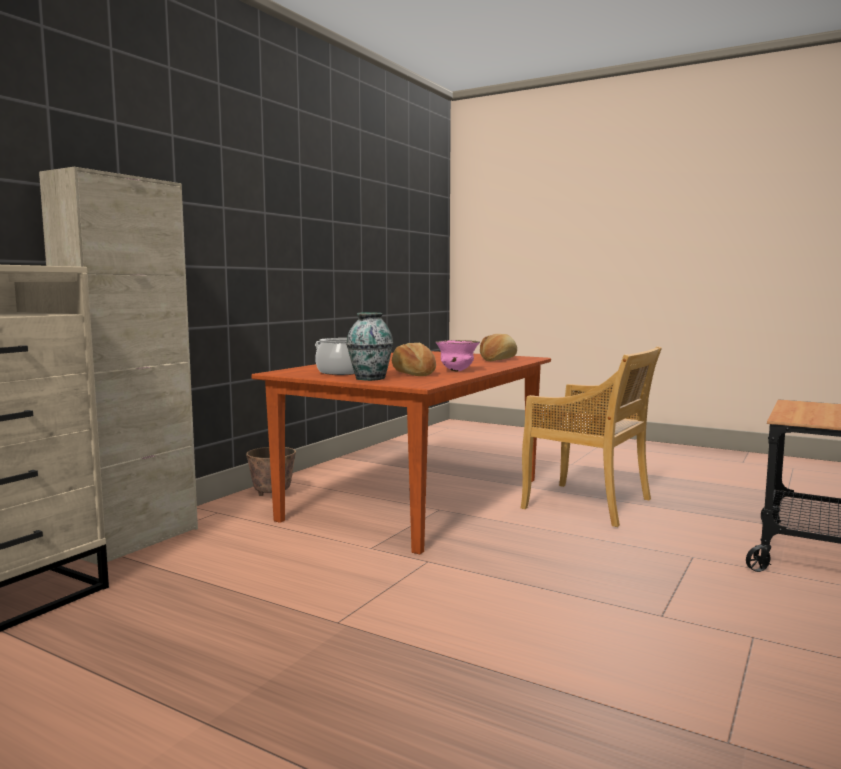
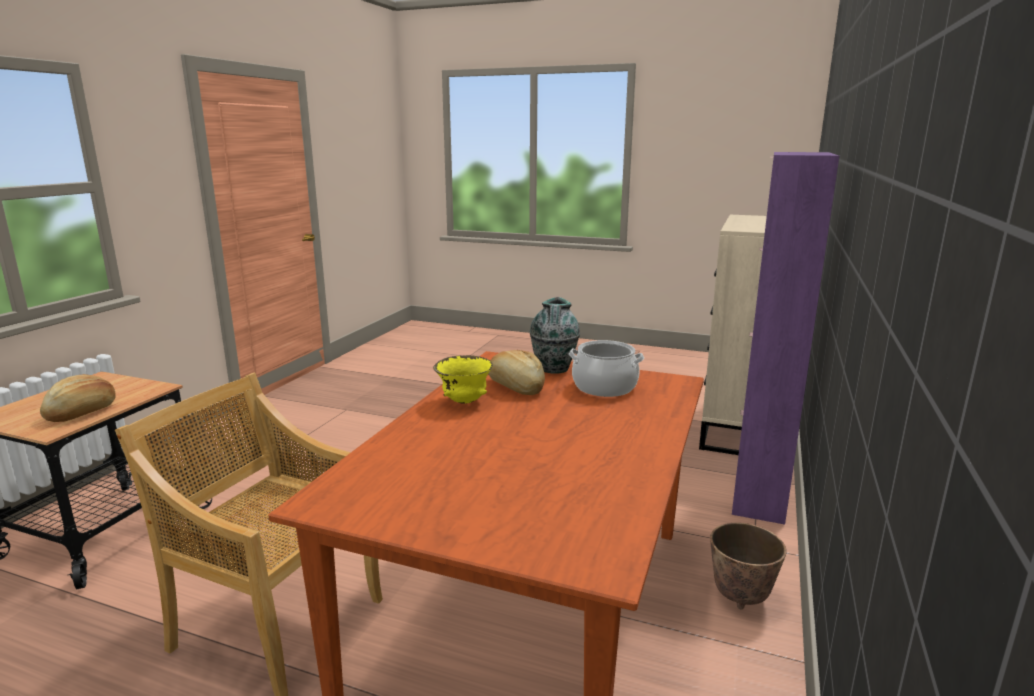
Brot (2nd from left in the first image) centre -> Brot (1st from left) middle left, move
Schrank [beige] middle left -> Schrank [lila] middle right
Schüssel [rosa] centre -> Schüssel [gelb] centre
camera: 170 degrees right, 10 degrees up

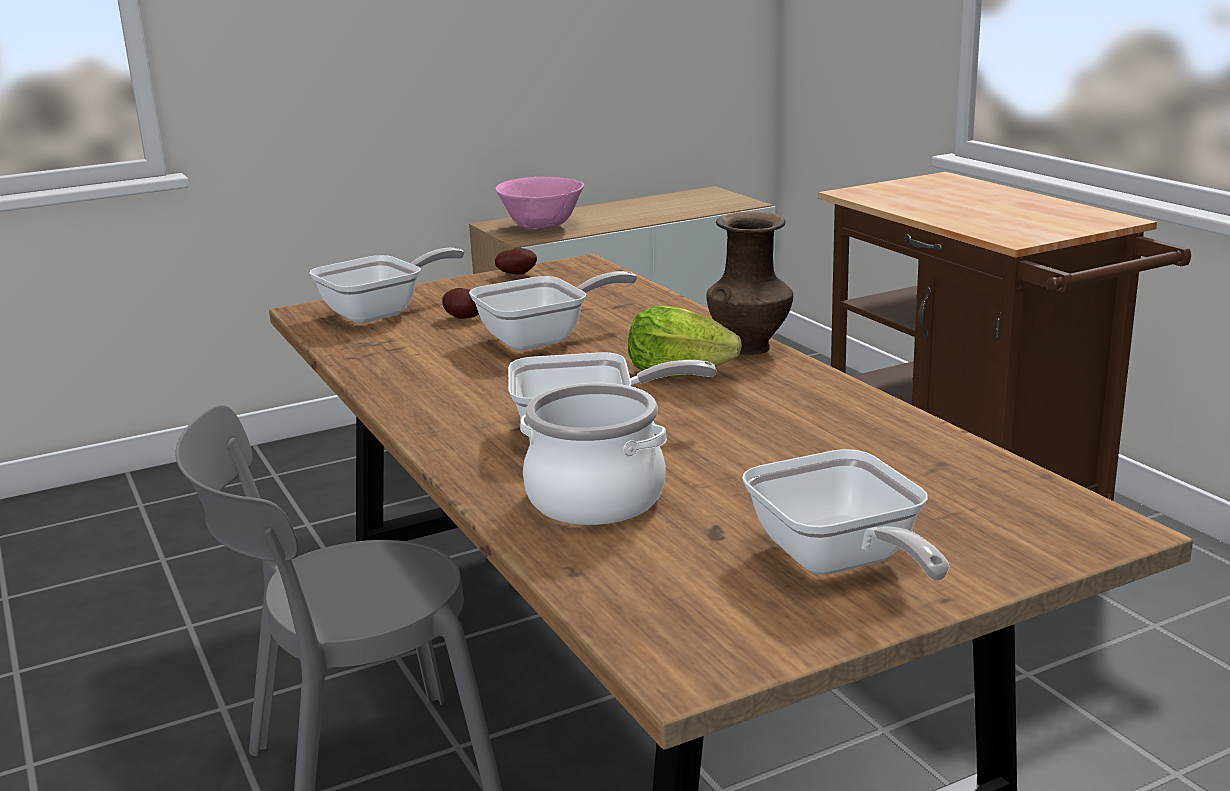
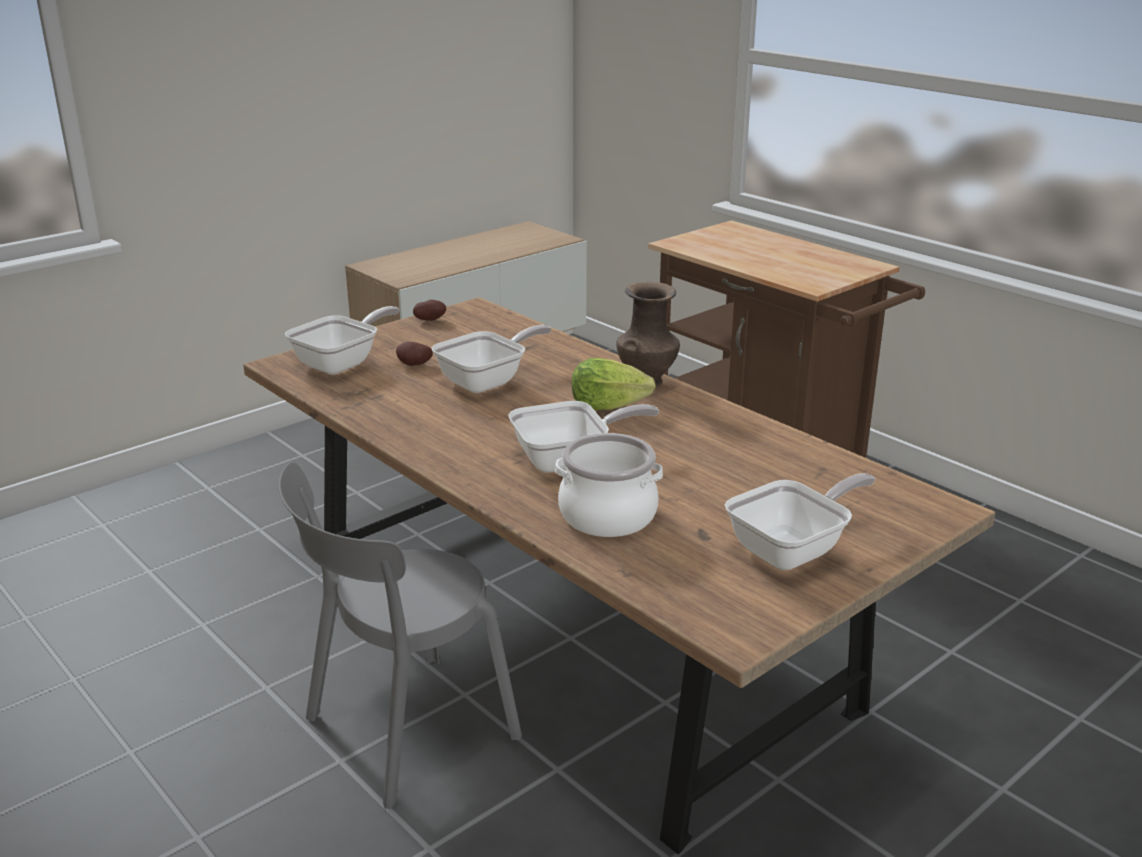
Schüssel [rosa] top centre -> none
Pfanne (4th from left) middle right, 90 degrees counterclockwise
camera: 15 degrees left, 5 degrees up

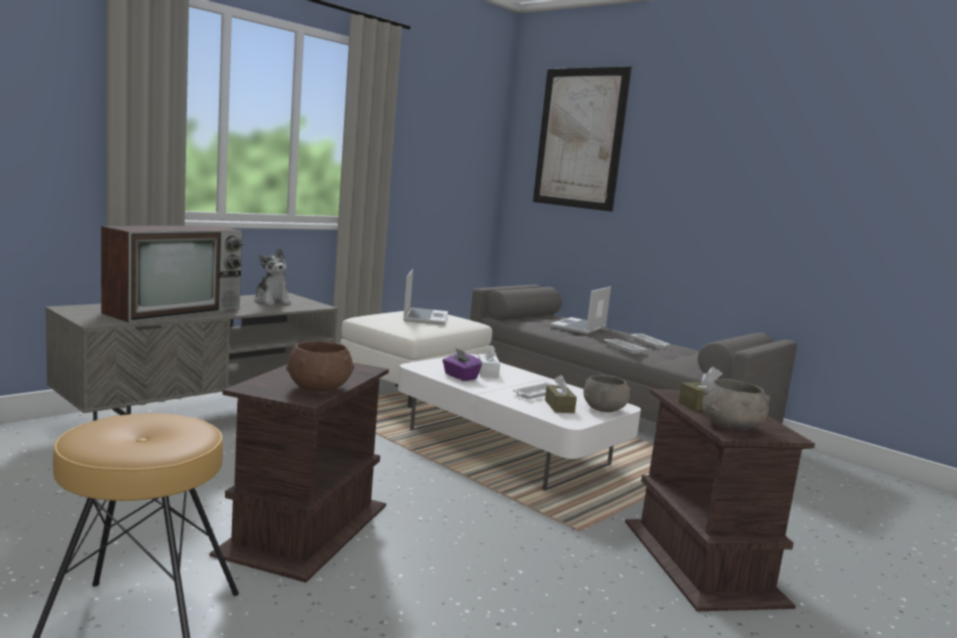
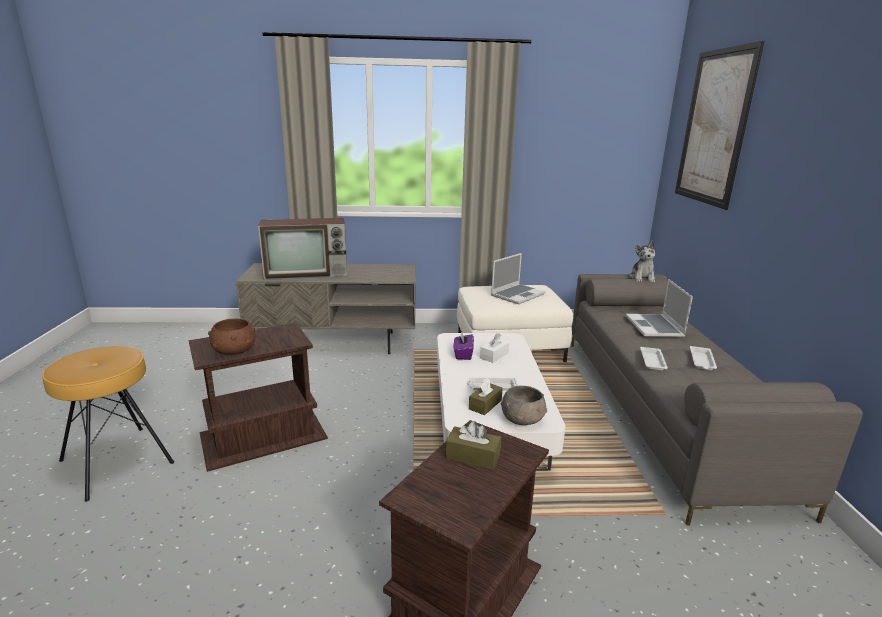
Schüssel [grau] (2nd from left) middle right -> none
Plüschtier middle left -> Plüschtier middle right, move
Laptop (2nd from left) centre -> Laptop (2nd from left) middle right, 75 degrees counterclockwise
camera: 45 degrees right, 10 degrees up

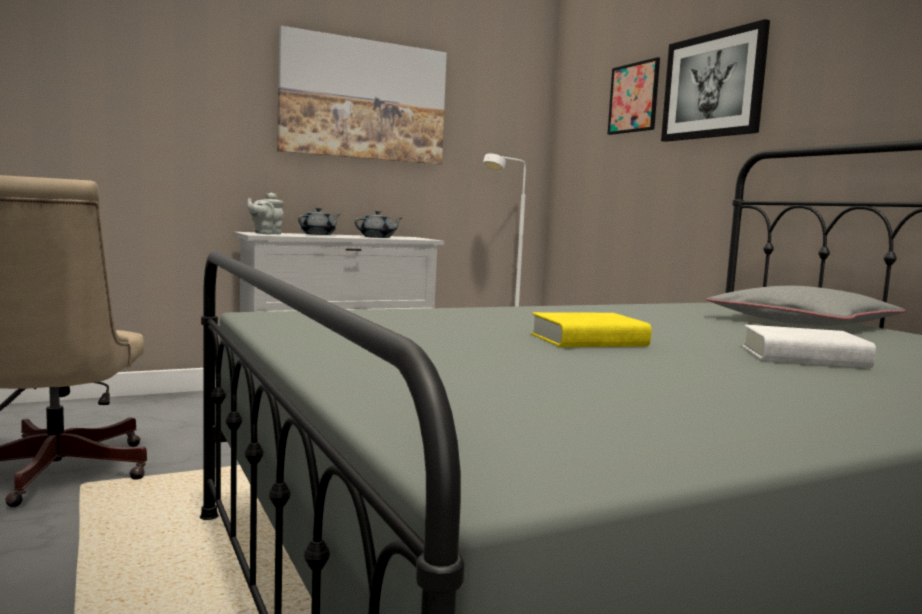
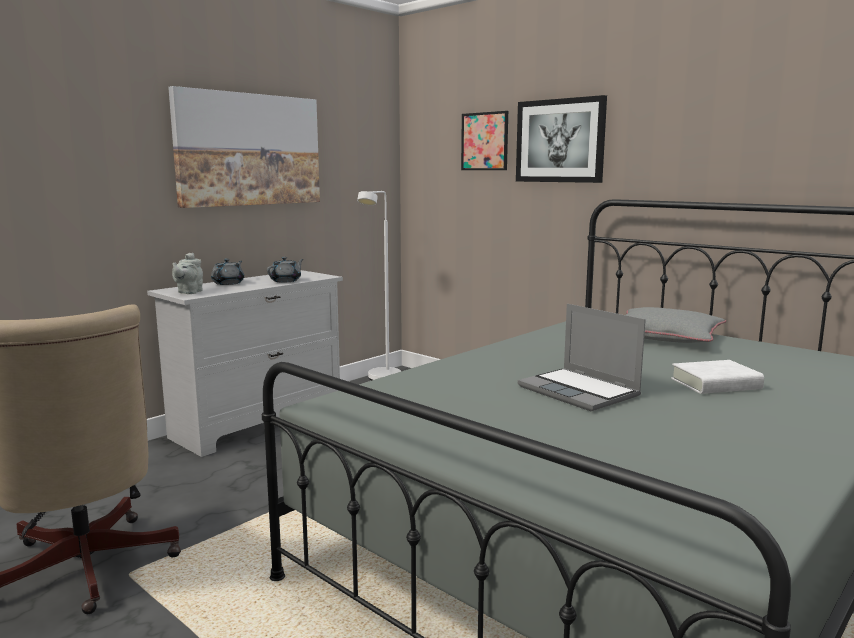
Buch [gelb] centre -> Laptop middle right
camera: 20 degrees left, 5 degrees up

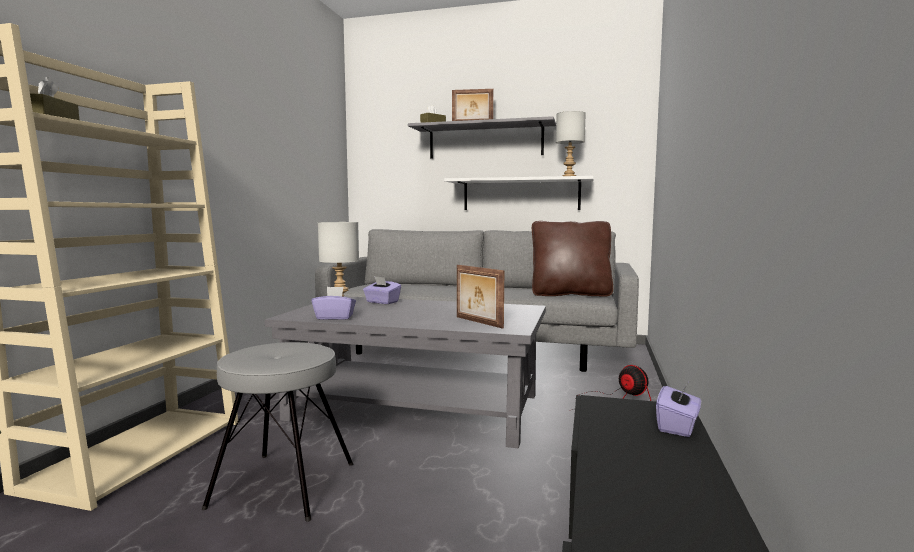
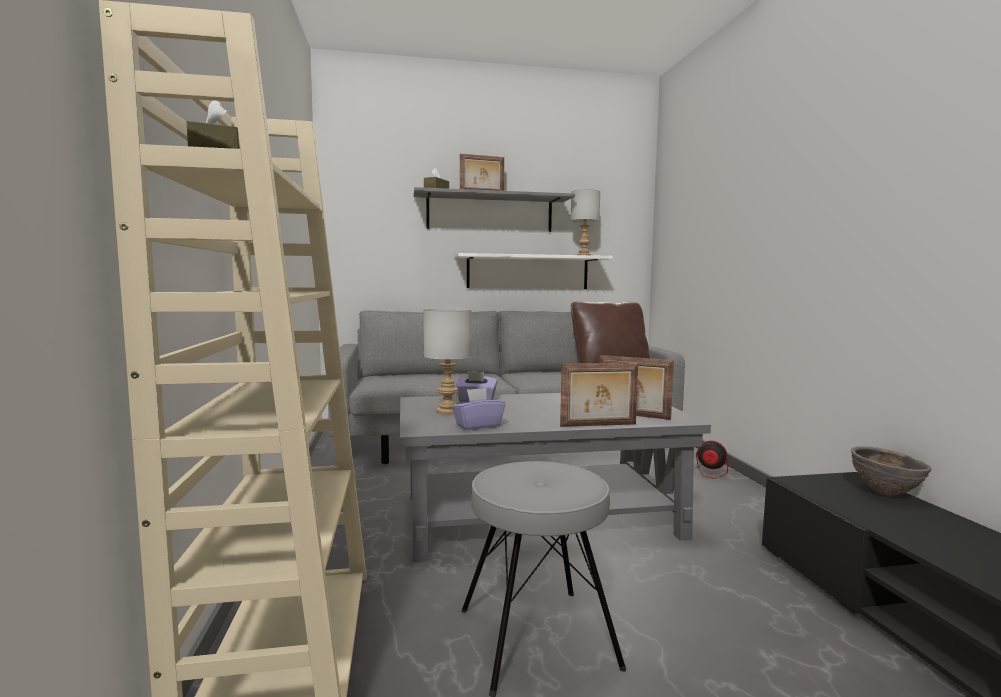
none -> Bilderrahmen (2nd from left) centre
Taschentuchbox [lila] (3rd from left) bottom right -> Schüssel [braun] bottom right
camera: 25 degrees left, 0 degrees up

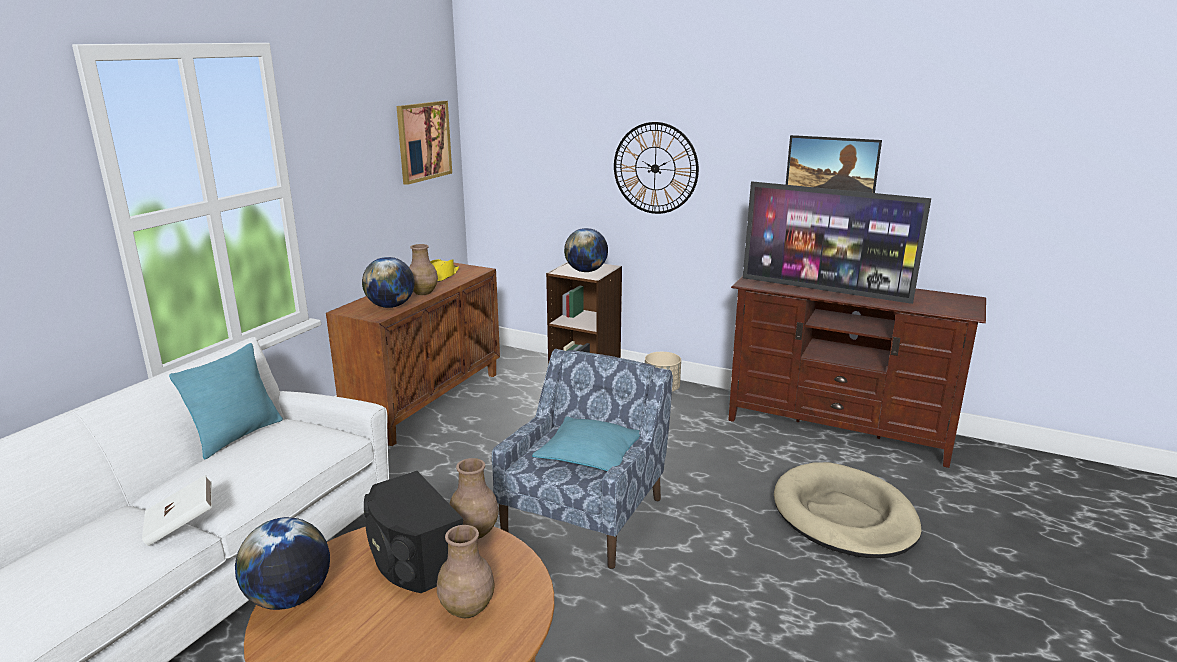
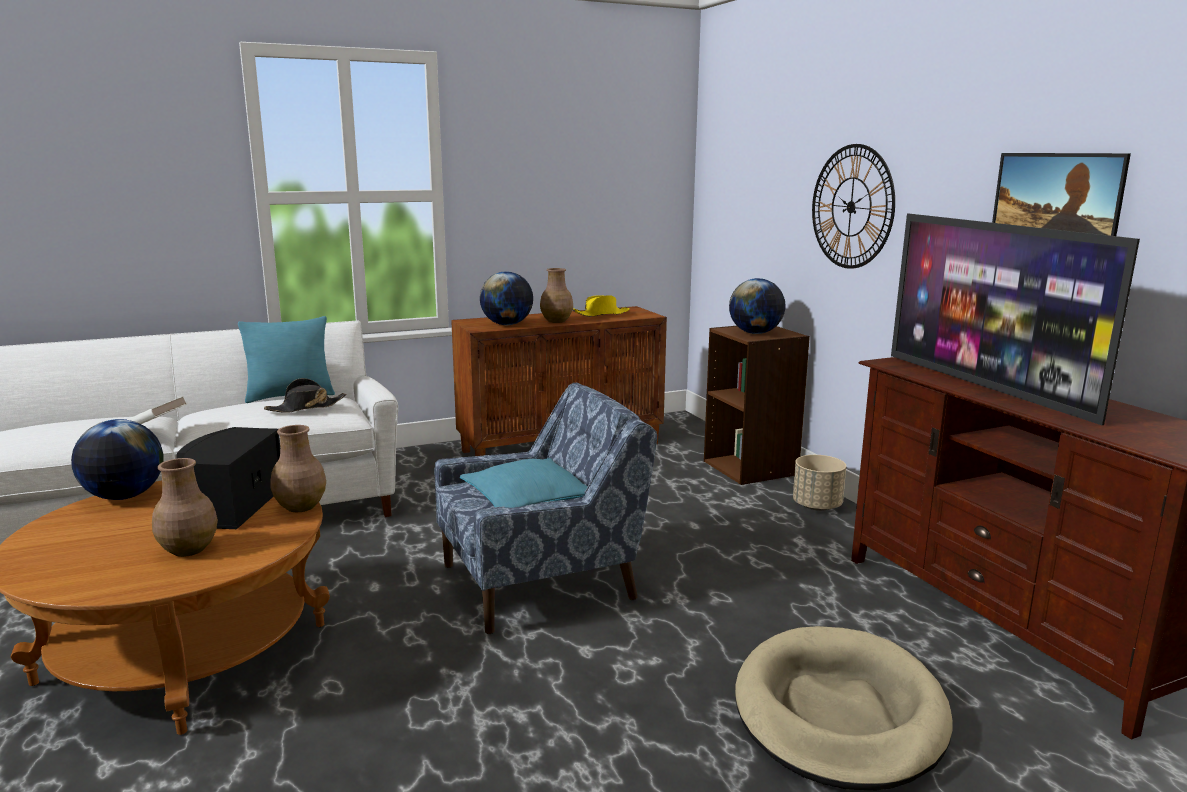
Bild (1st from left) top centre -> none
none -> Hut [schwarz] middle left
camera: 40 degrees right, 5 degrees down

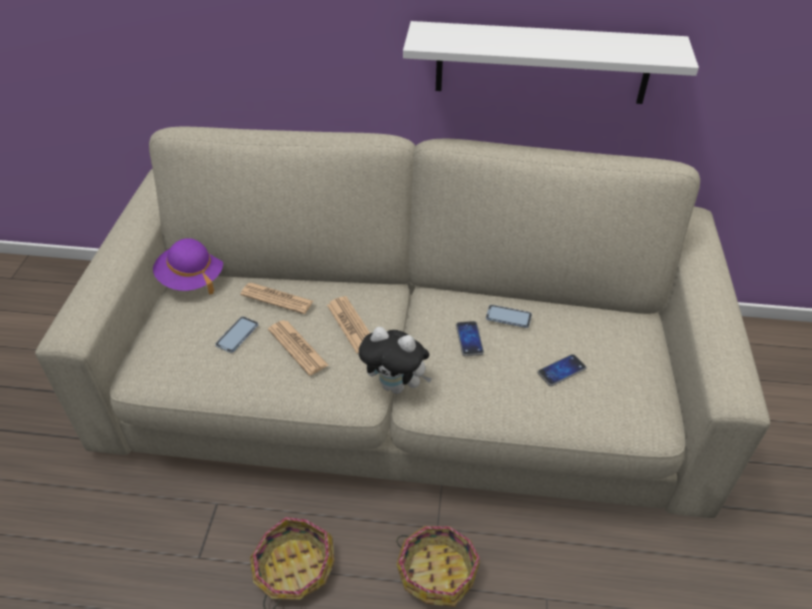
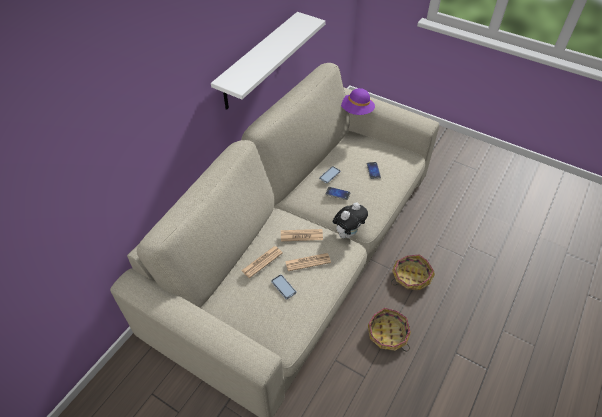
Hut [lila] middle left -> Hut [lila] top centre, move
camera: 65 degrees left, 5 degrees up

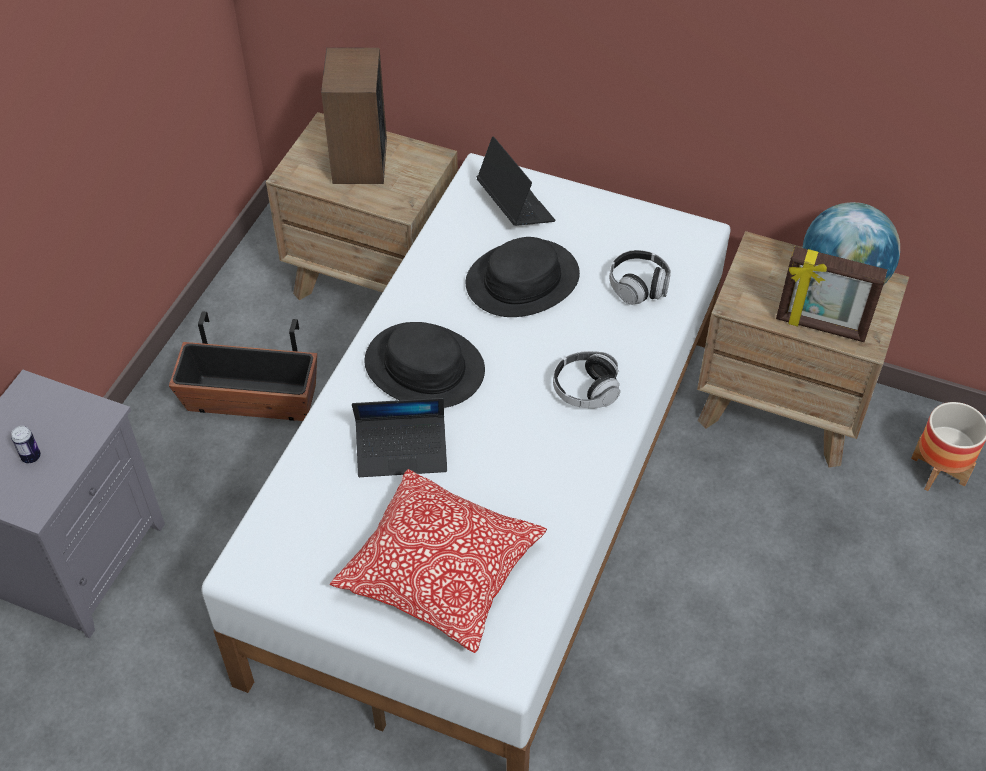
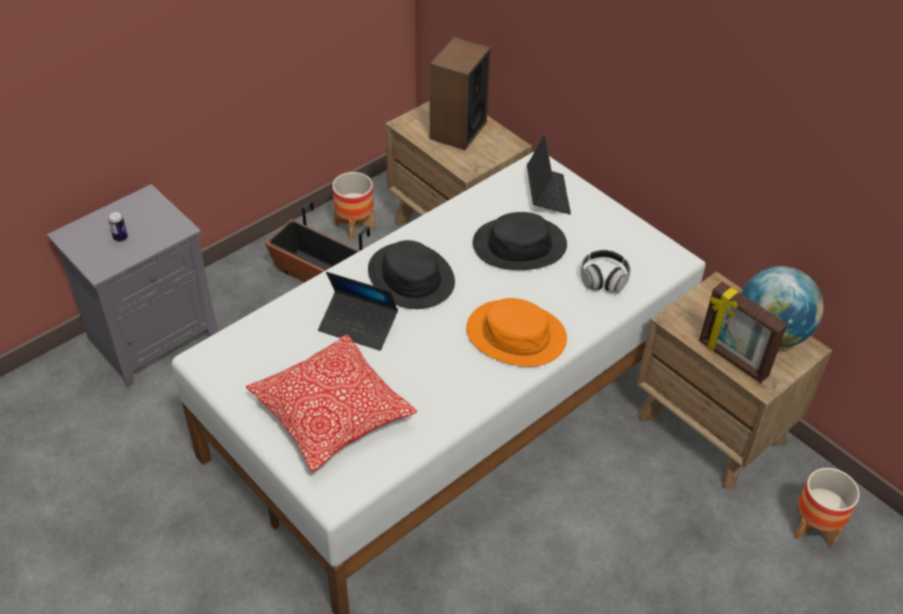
none -> Pflanzkübel (2nd from left) centre
Kopfhörer (1st from left) centre -> Hut [orange] centre
camera: 25 degrees right, 5 degrees down

